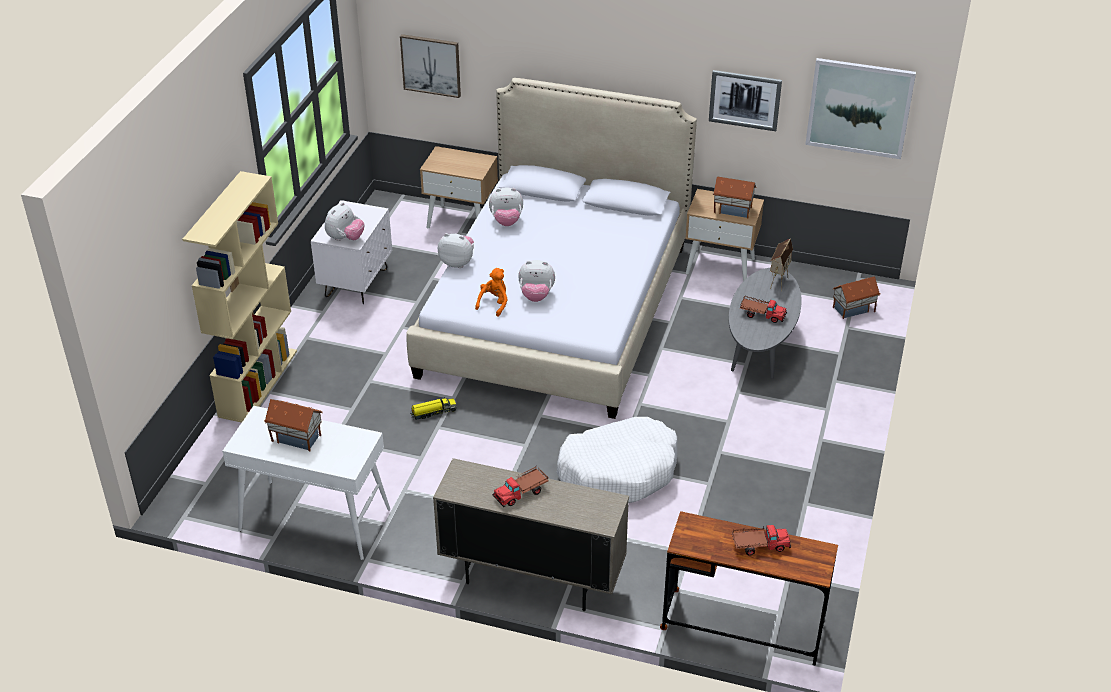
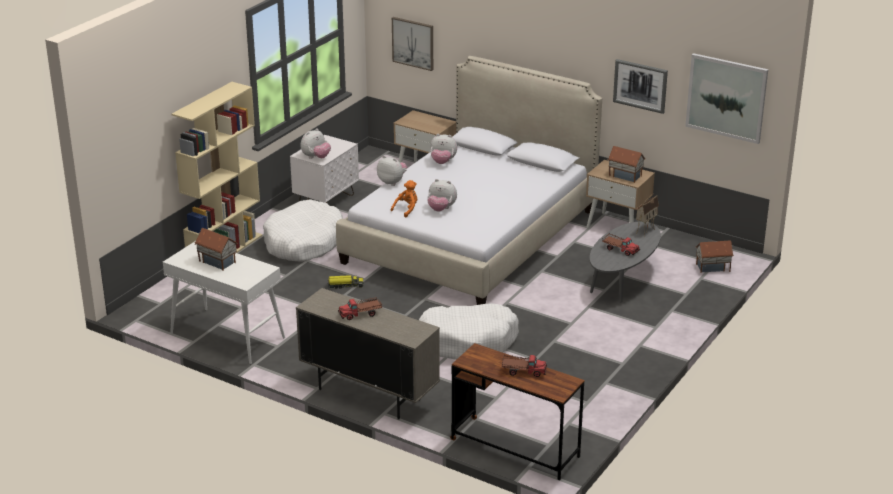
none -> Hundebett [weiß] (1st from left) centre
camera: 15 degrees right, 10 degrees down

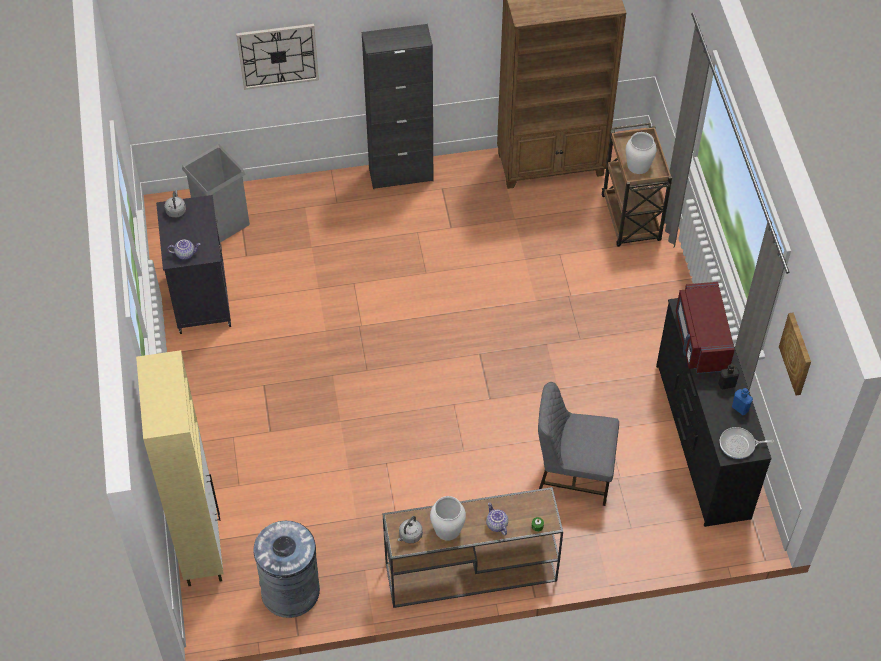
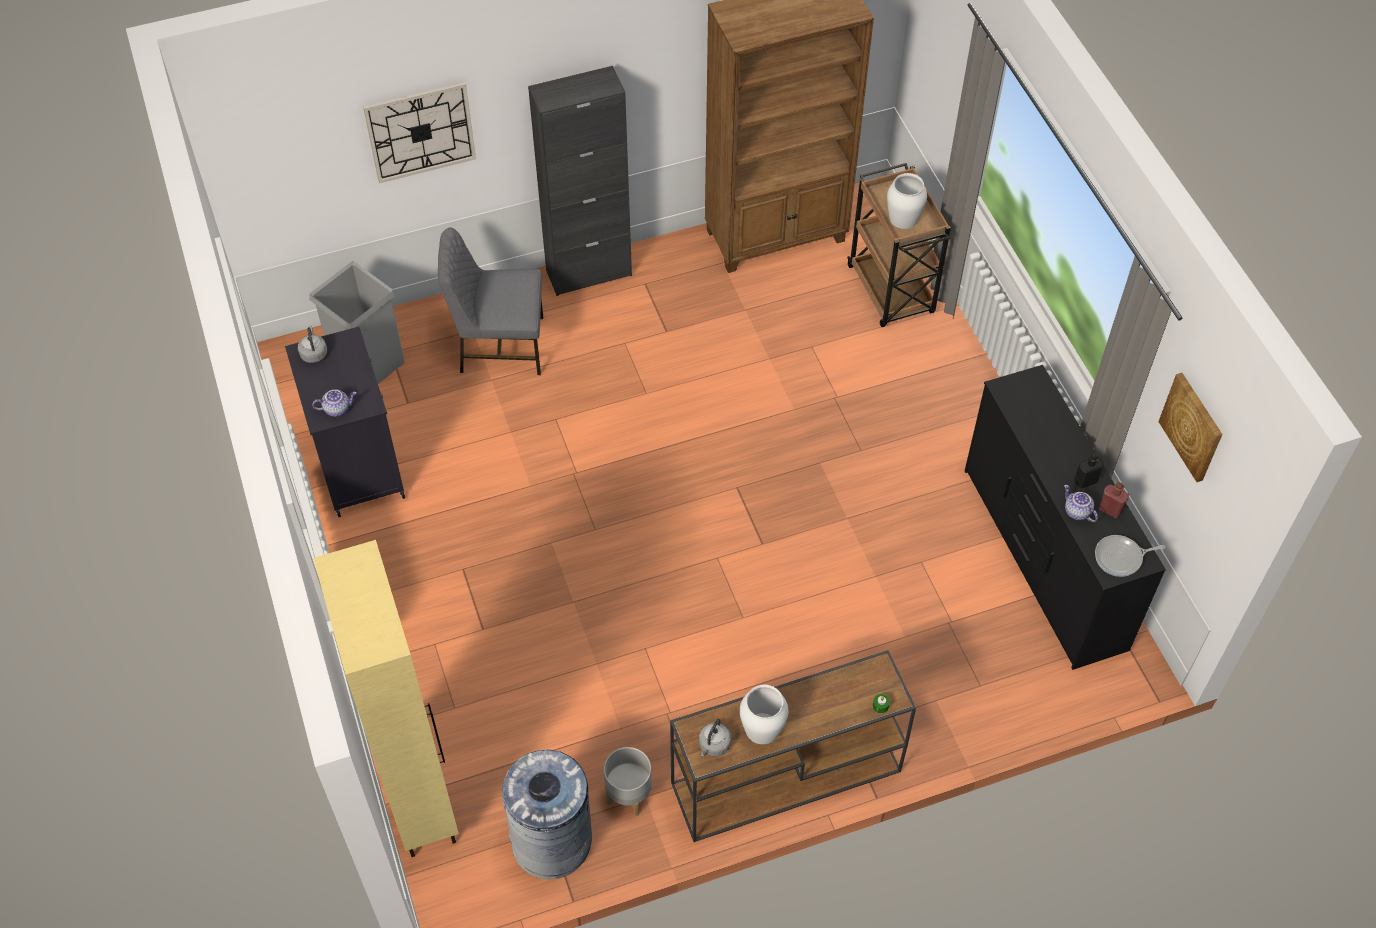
Mikrowelle [rot] middle right -> none
none -> Pflanzkübel [grau] bottom centre
Teekanne (2nd from left) bottom centre -> Teekanne (2nd from left) middle right, move
Stuhl [grau] bottom centre -> Stuhl [grau] top centre, move
Flasche [blau] middle right -> Flasche [rot] middle right
camera: 10 degrees left, 0 degrees up

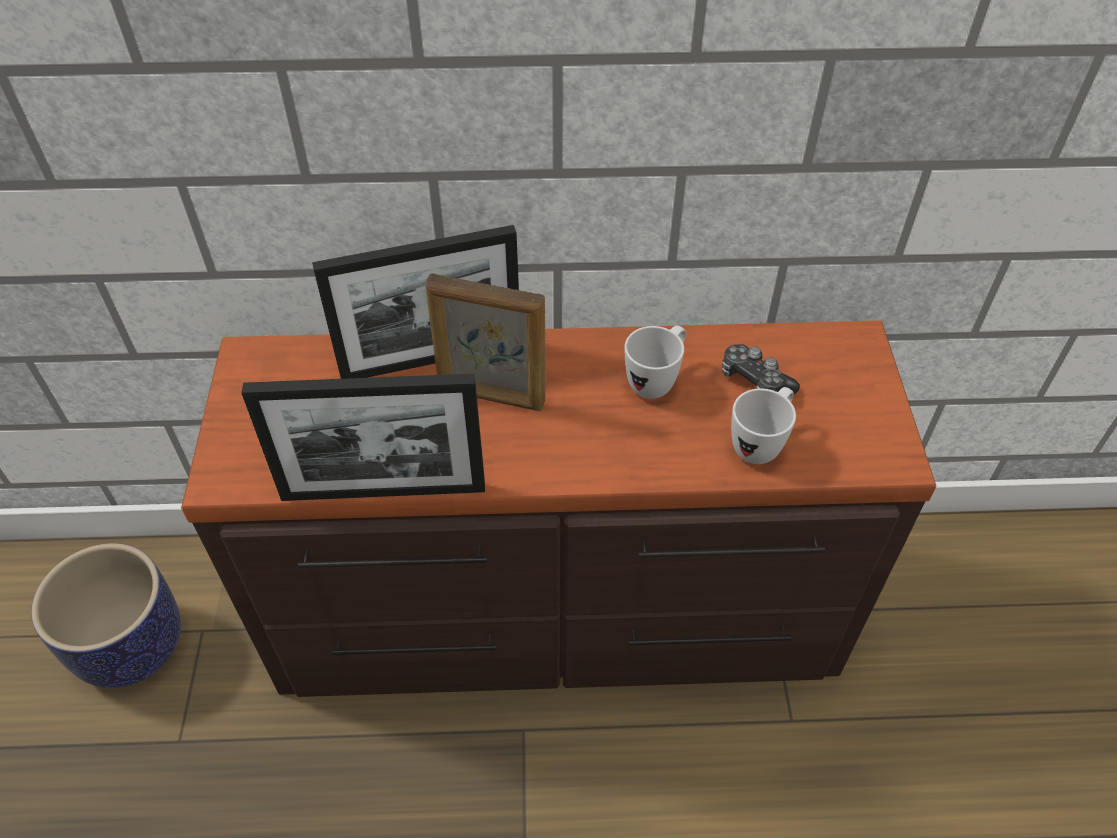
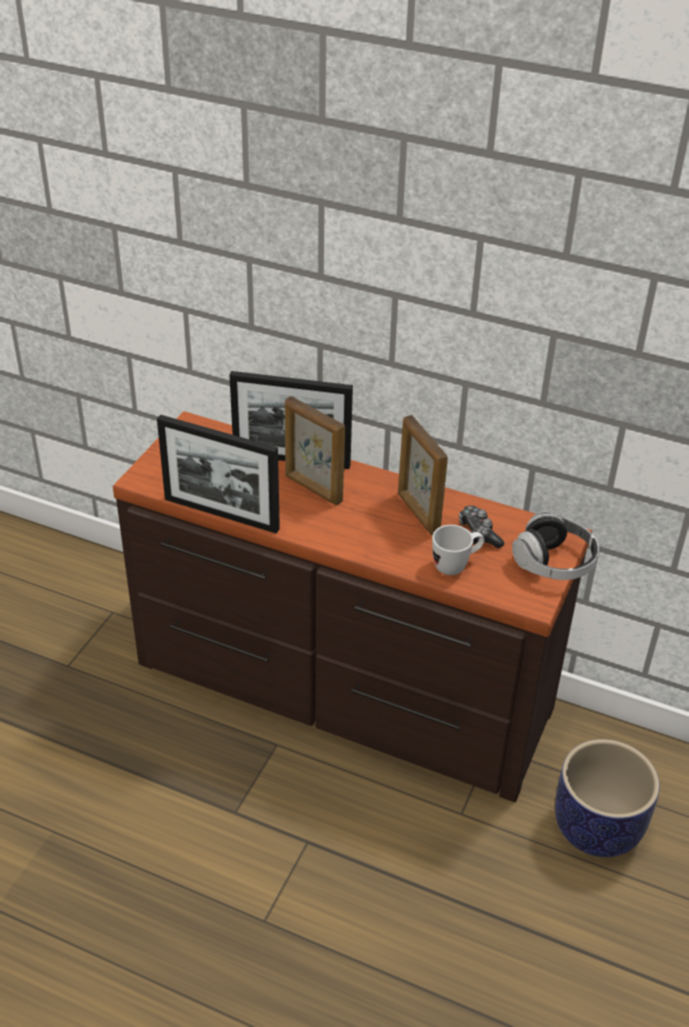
none -> Kopfhörer middle right
Pflanzkübel bottom left -> Pflanzkübel bottom right, move
Henkelbecher [weiß] (1st from left) centre -> Bilderrahmen (4th from left) centre
camera: 25 degrees right, 10 degrees down

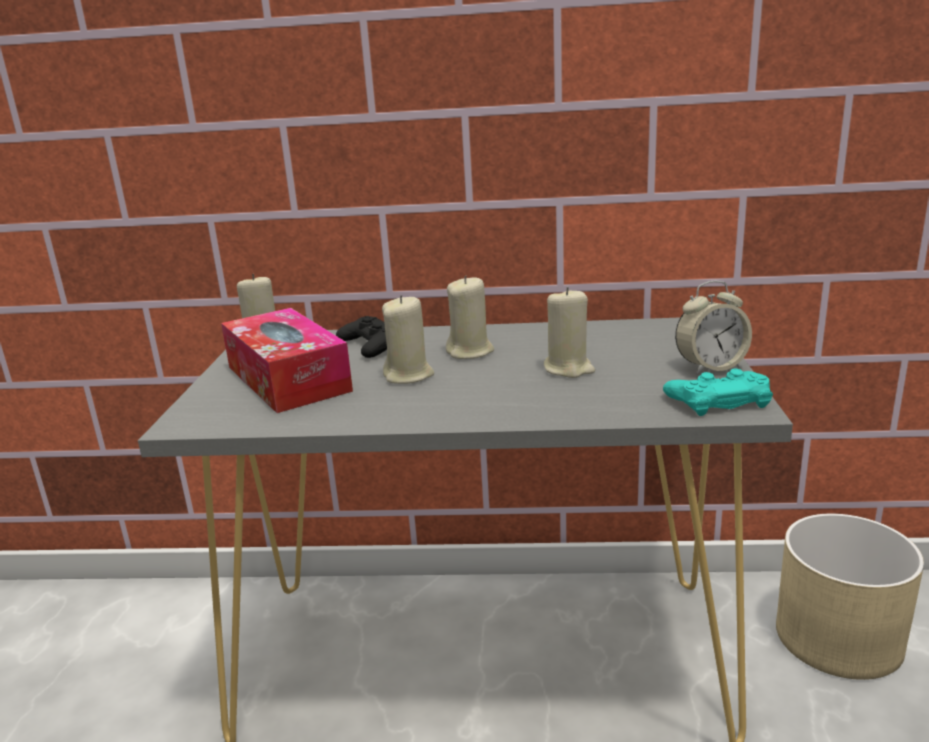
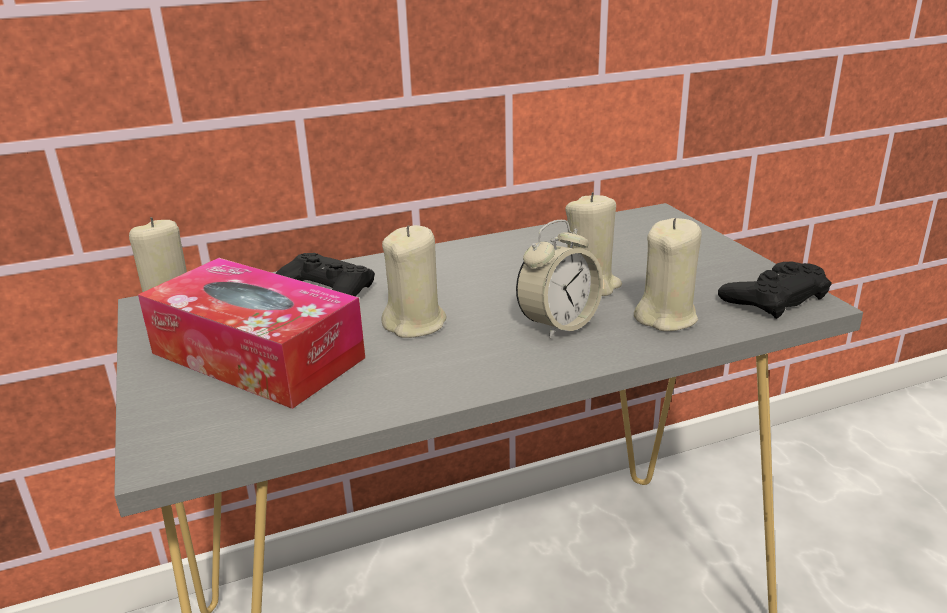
Pflanzkübel [beige] bottom right -> none
Kerze [beige] (3rd from left in the first image) centre -> Kerze [beige] (4th from left) middle right, move
Wecker middle right -> Wecker centre, move
Gamepad [türkis] middle right -> Gamepad [schwarz] (2nd from left) middle right
camera: 25 degrees left, 5 degrees up

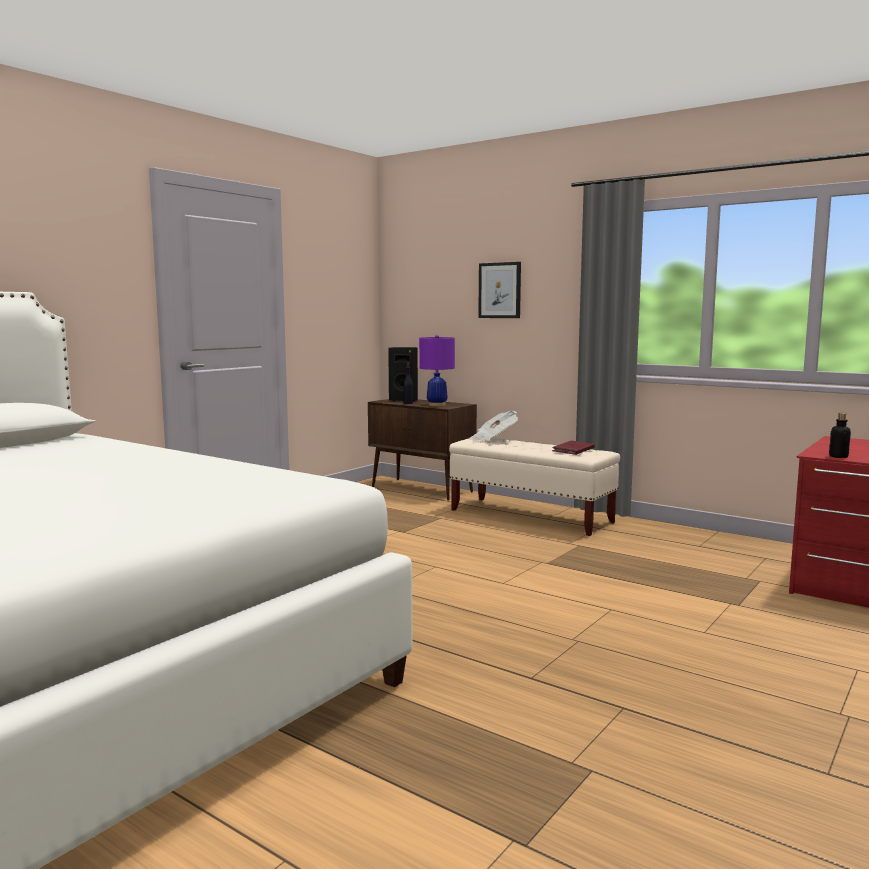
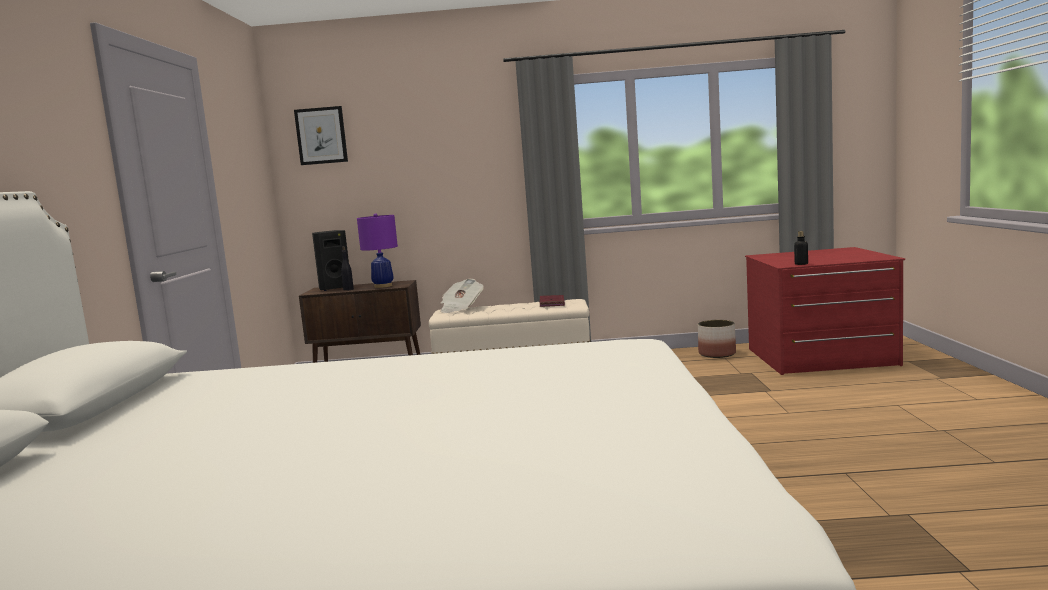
none -> Pflanzkübel middle right
Bild centre -> Bild top left, move
camera: 35 degrees left, 0 degrees up

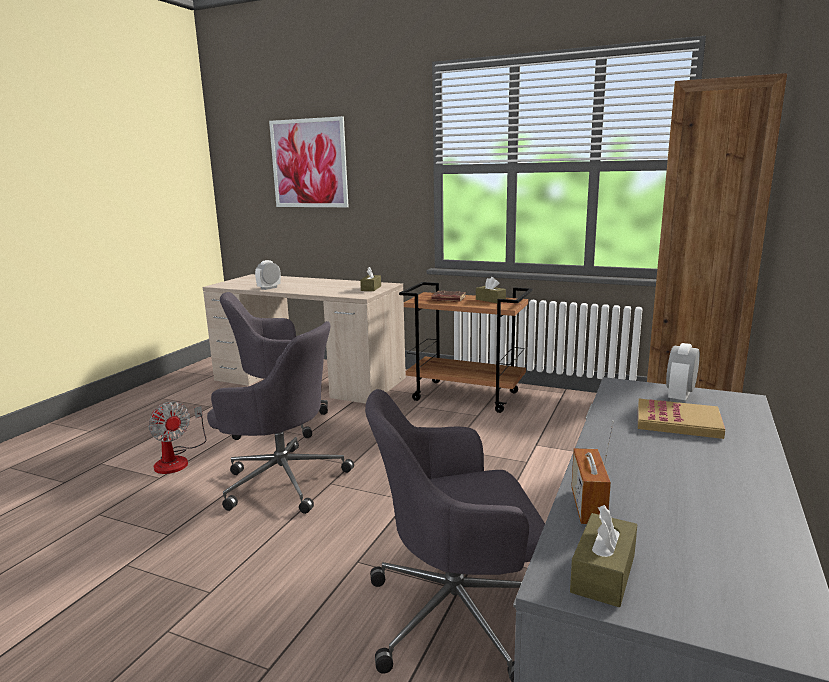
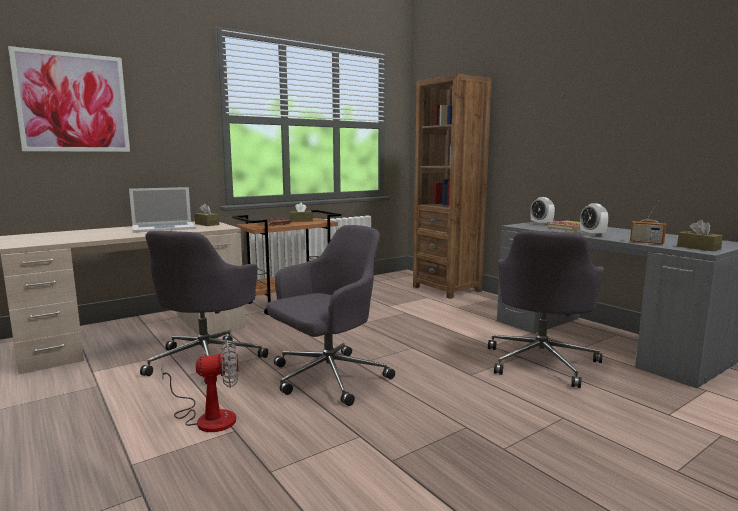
none -> Laptop middle left
Wecker (1st from left in the first image) middle left -> Wecker (2nd from left) middle right, move
camera: 60 degrees left, 5 degrees down

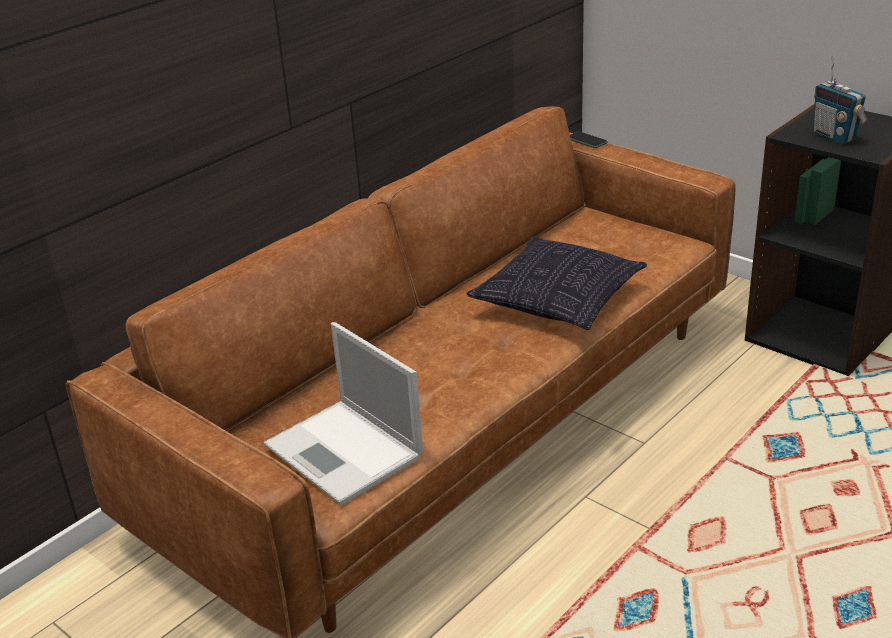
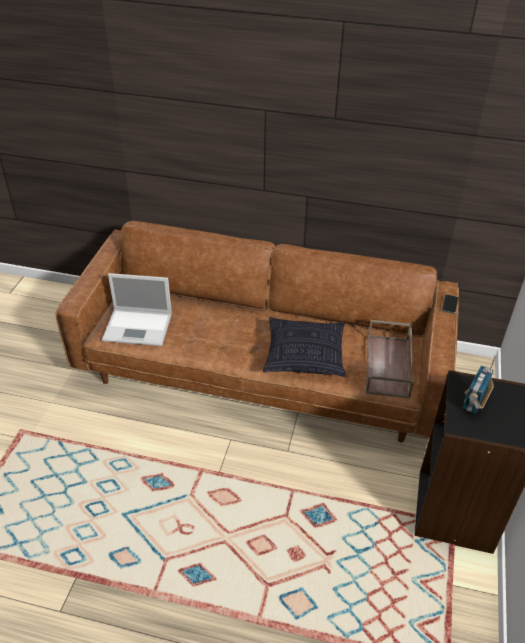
none -> Tablett [braun] middle right
Laptop centre -> Laptop middle left, 105 degrees counterclockwise
camera: 60 degrees right, 10 degrees up

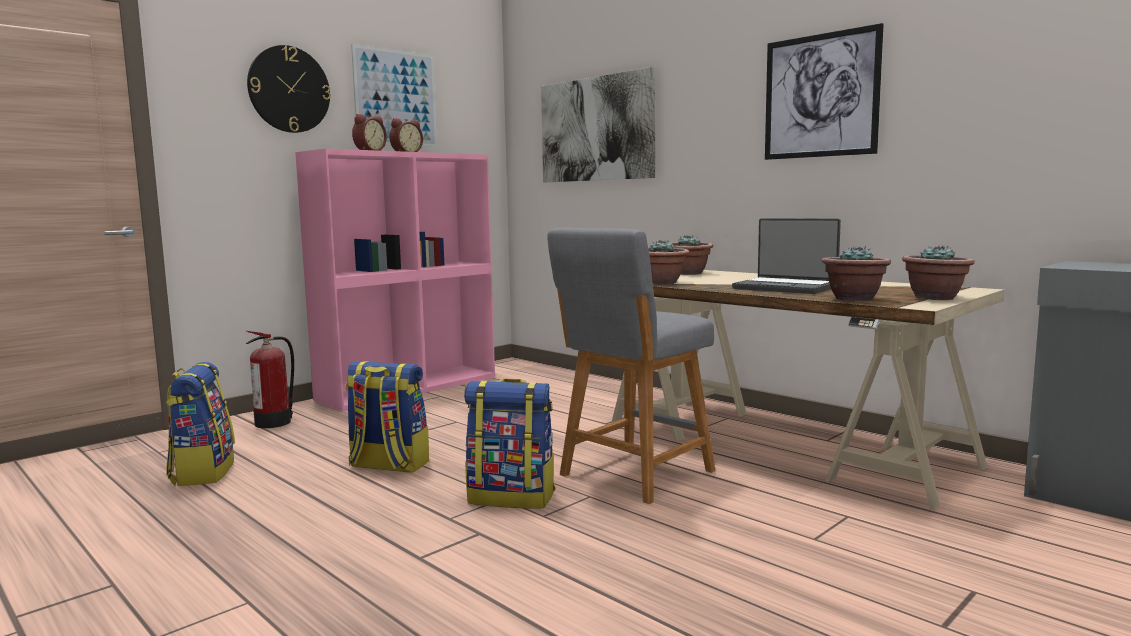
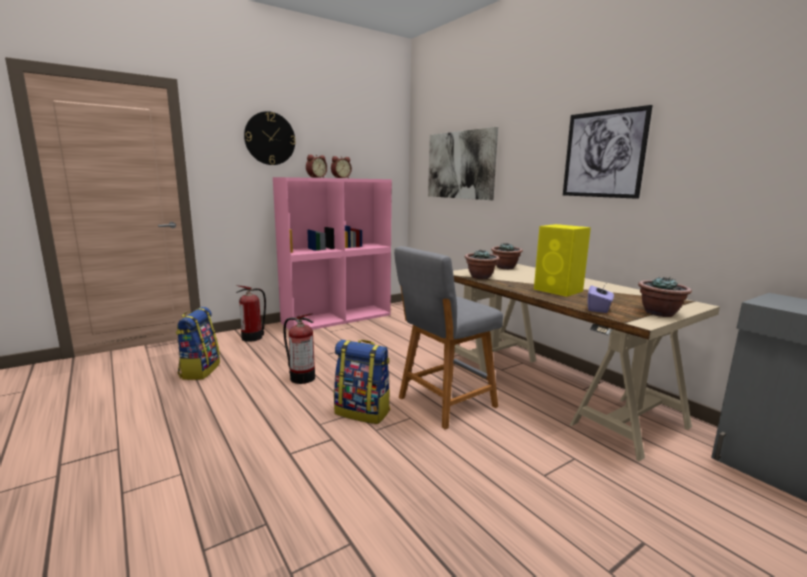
Bild (1st from left) top centre -> none
Rucksack (2nd from left) centre -> Feuerlöscher (2nd from left) centre
Laptop middle right -> Lautsprecher [gelb] middle right
Topfpflanze (3rd from left) middle right -> Taschentuchbox [lila] middle right
camera: 10 degrees right, 5 degrees up

